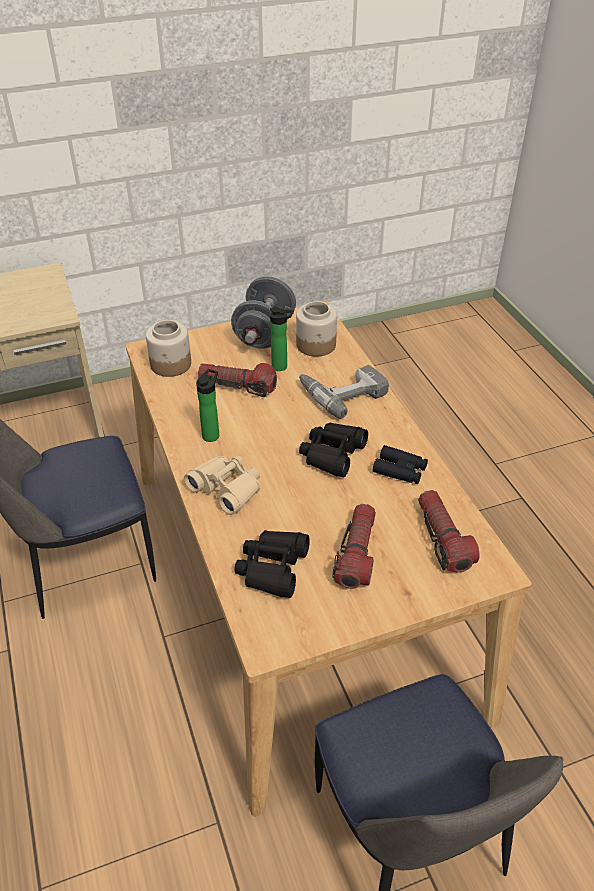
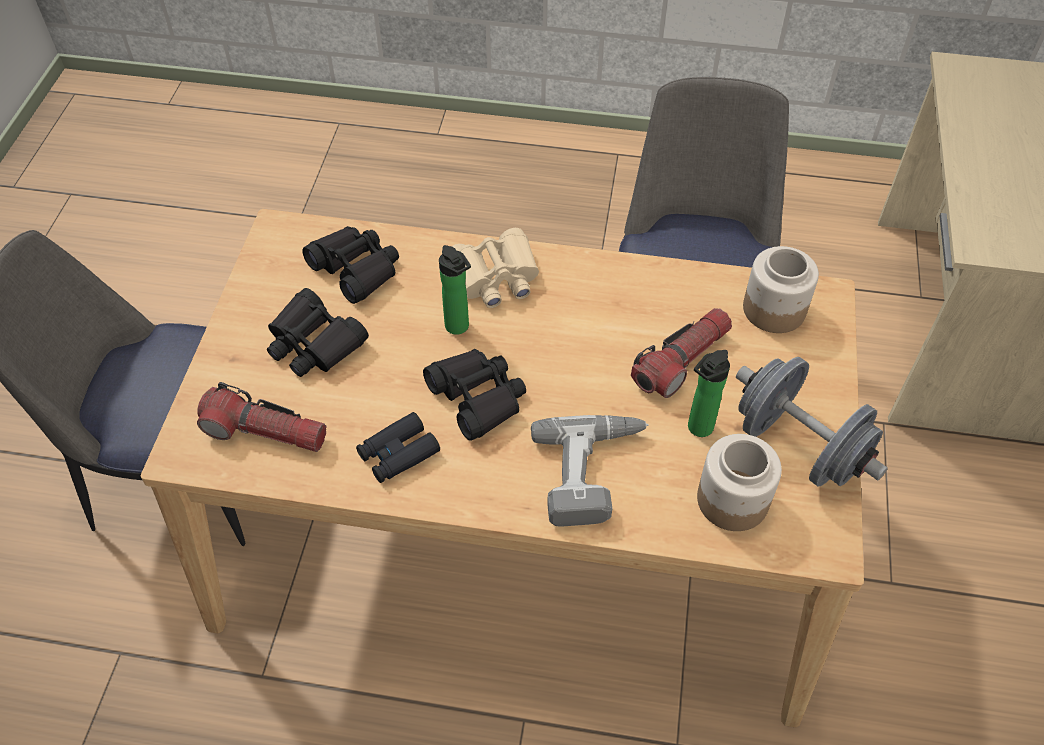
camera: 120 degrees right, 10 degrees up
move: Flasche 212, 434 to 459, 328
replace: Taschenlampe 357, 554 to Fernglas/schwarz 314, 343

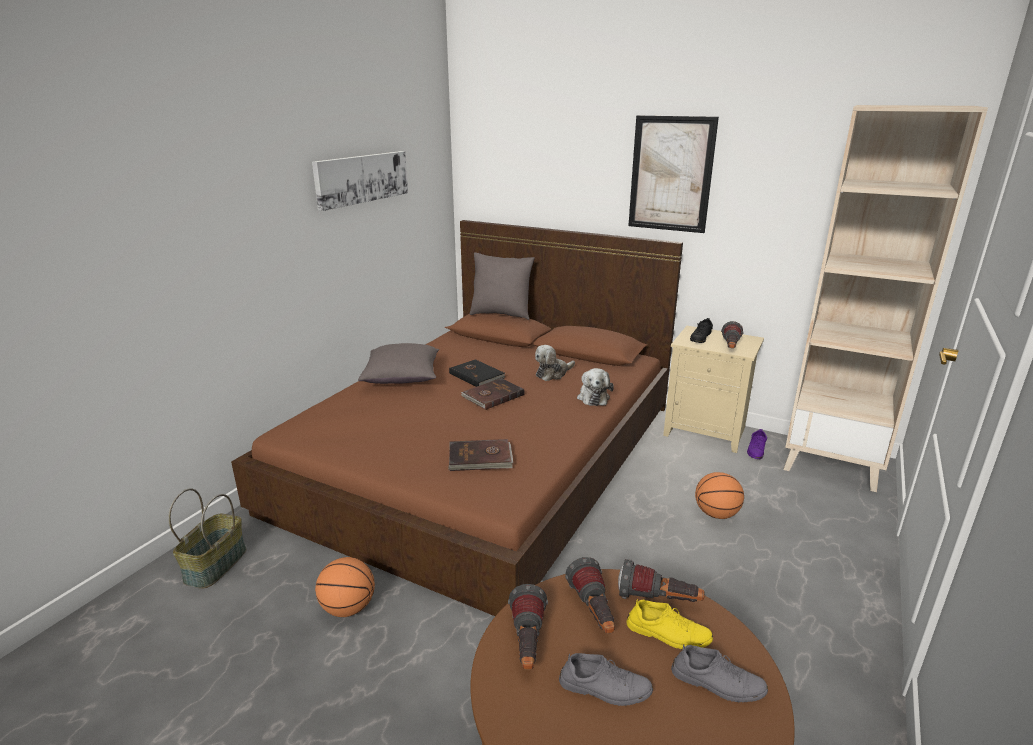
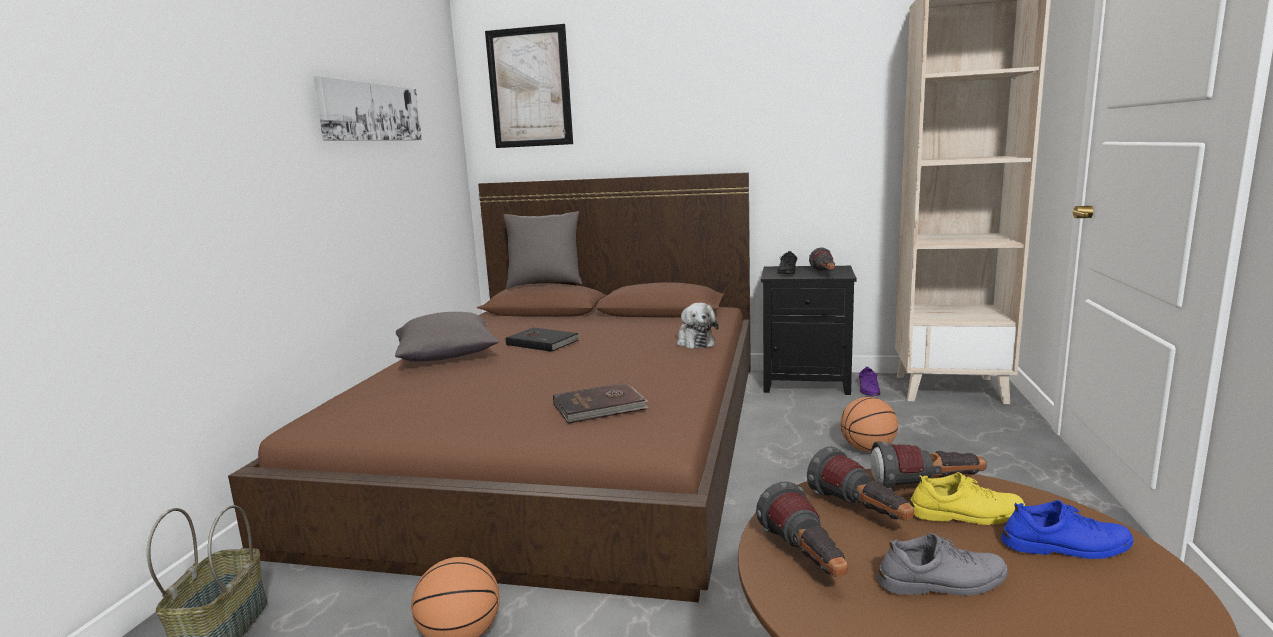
camera: 15 degrees left, 10 degrees down
delete: Buch/braun 492, 396; Plüschtier 553, 374
move: Bild 671, 174 to 529, 88
recolor: Nachttisch/beige 707, 431 to Nachttisch/schwarz 807, 382; Schuh/grau 717, 682 to Schuh/blau 1066, 546

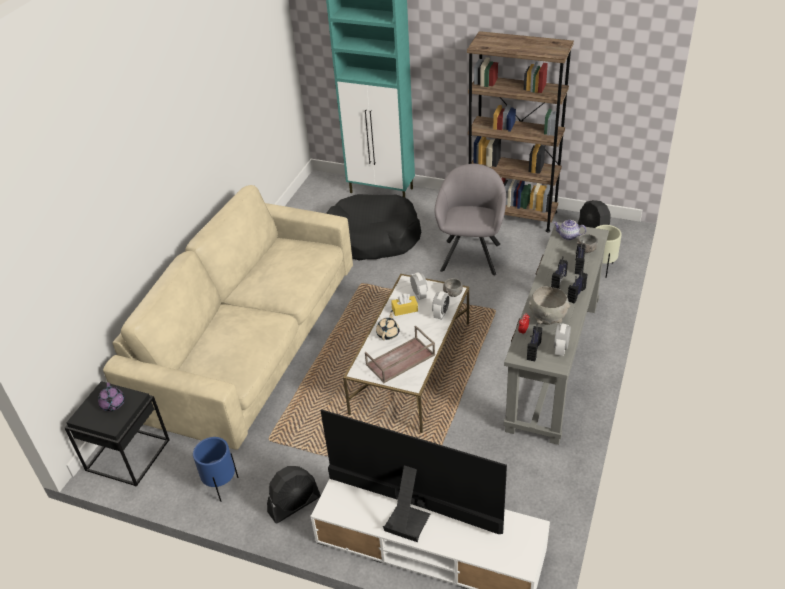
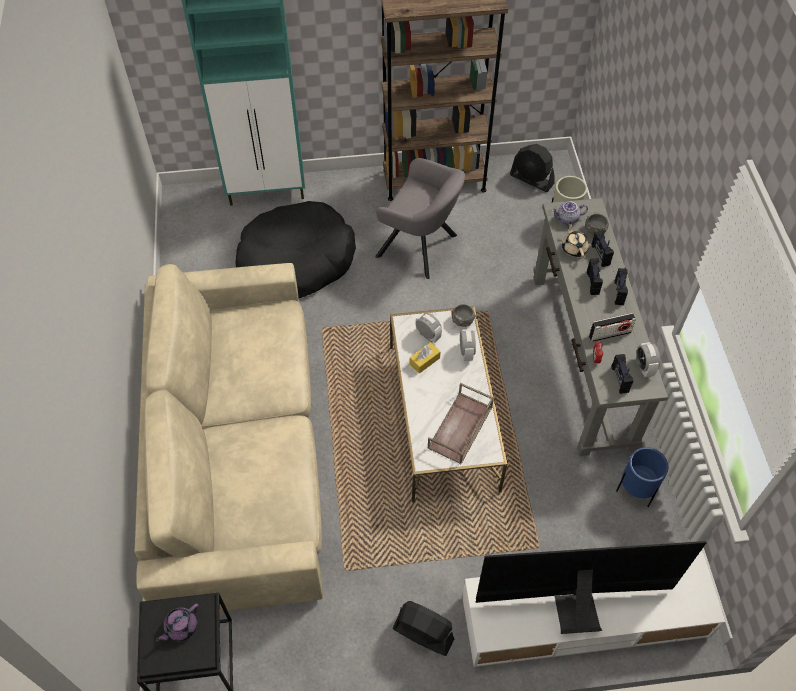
camera: 30 degrees left, 15 degrees up
move: Pflanzkübel/blau 221, 486 to 635, 491; Teekanne/beige 388, 333 to 574, 248
replace: Schüssel/grau 547, 318 to Radio 609, 334
rotate: Teekanne/lila 113, 404 = 181, 627 90 degrees clockwise; Ventilator/schwarz 294, 504 = 423, 633 90 degrees counterclockwise; Sessel/grau 471, 254 = 421, 248 135 degrees clockwise

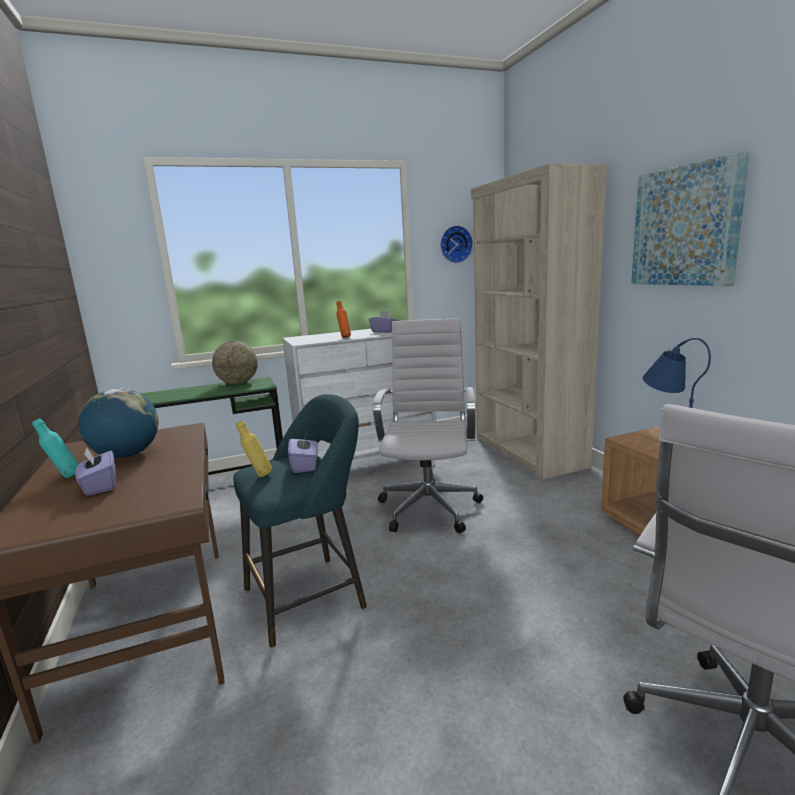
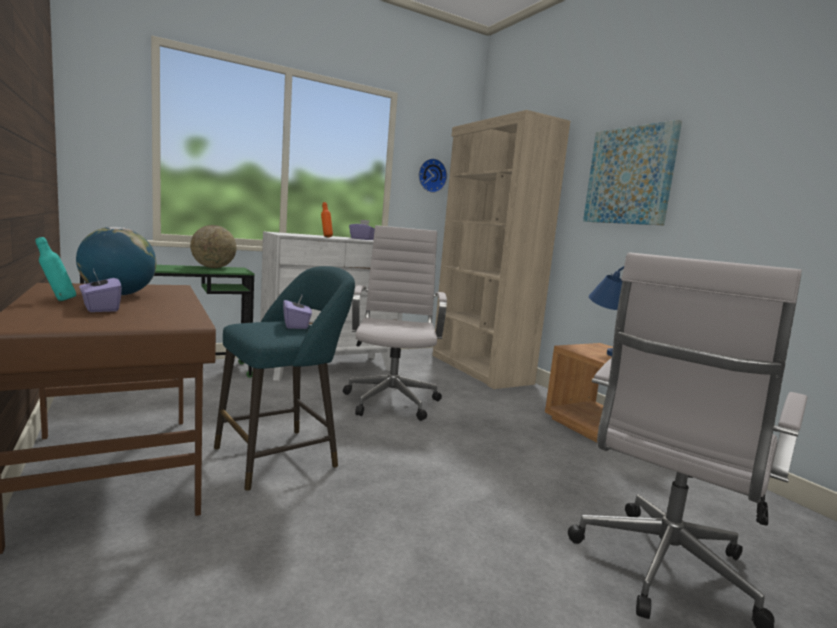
camera: 10 degrees left, 5 degrees down
delete: Flasche/gelb 258, 476

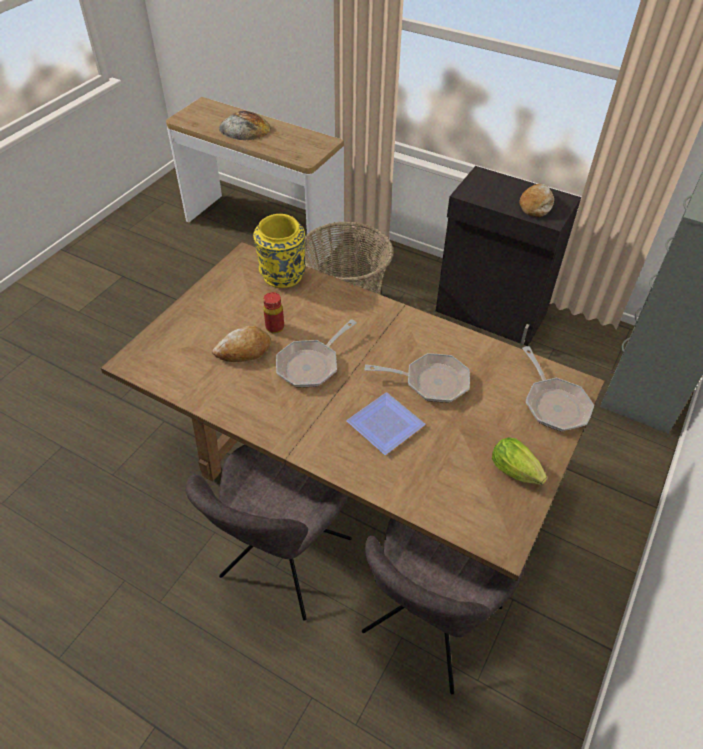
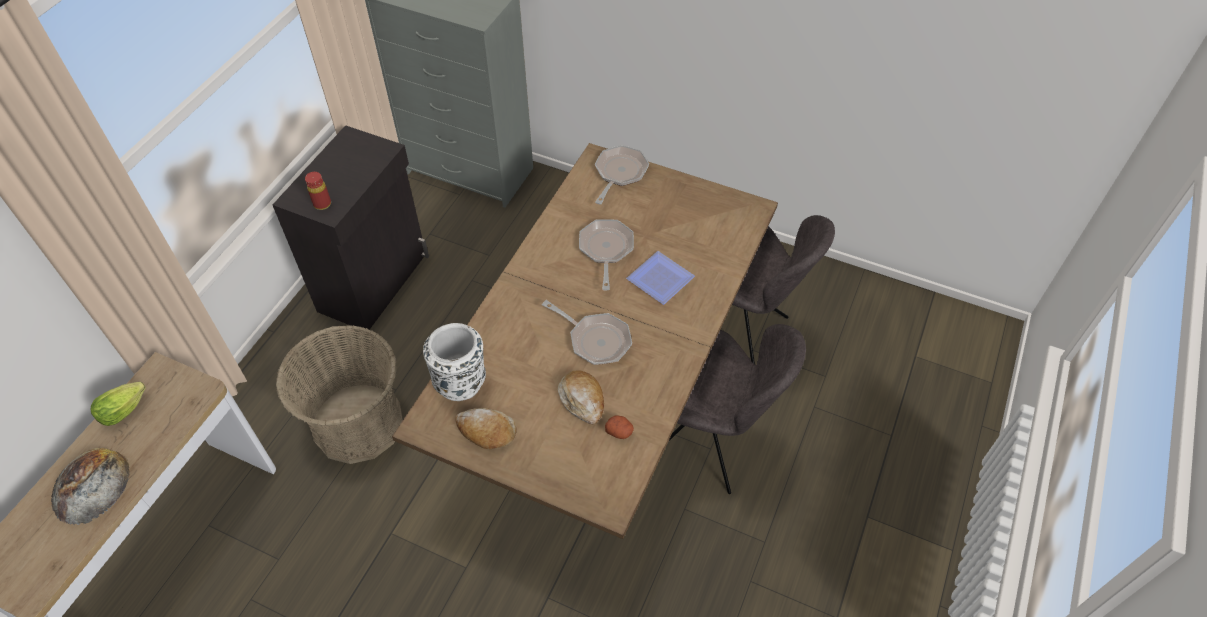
camera: 95 degrees left, 5 degrees up
insert: Kartoffel 619, 431
move: Flasche/rot 275, 327 to 322, 204; Salatkopf 517, 473 to 126, 409; Brot 536, 205 to 486, 431
recolor: Vase/gelb 283, 276 to Vase/weiß 461, 382
rotate: Pfanne 554, 404 = 619, 173 45 degrees counterclockwise

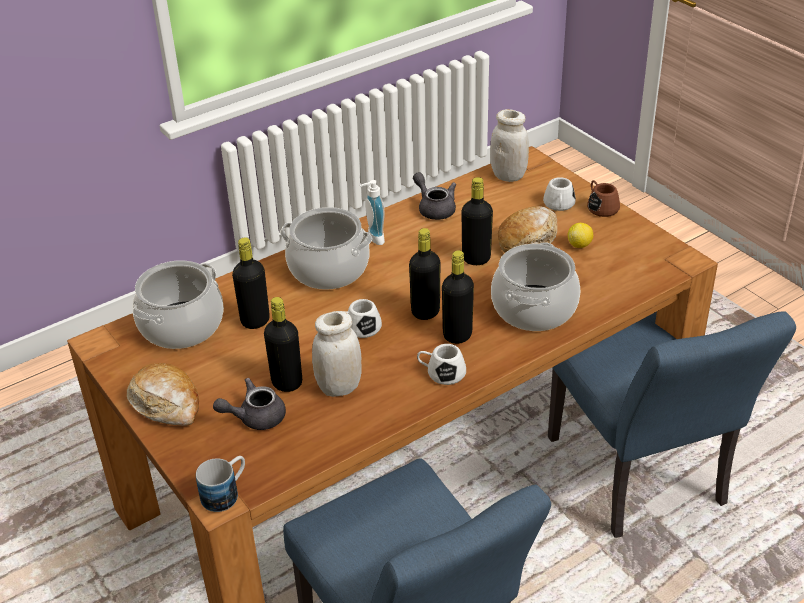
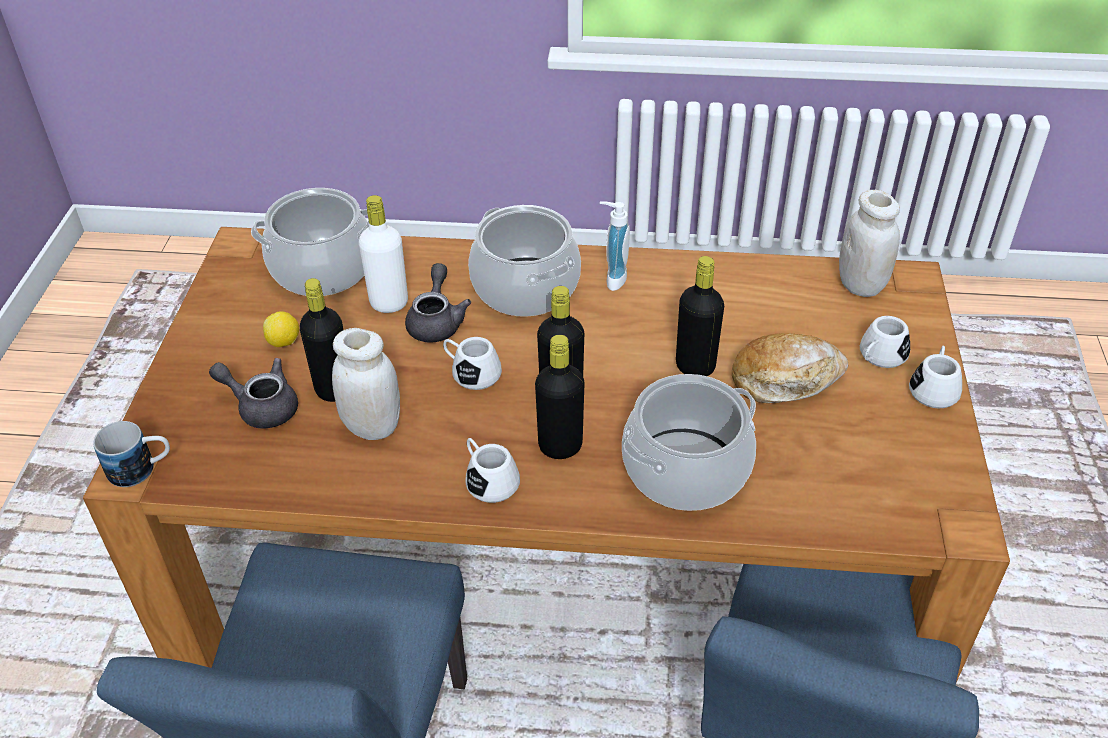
camera: 40 degrees right, 5 degrees up
delete: Brot 167, 404
move: Teekanne/grau 434, 208 to 437, 321; Zitrone 579, 245 to 284, 342
recolor: Flasche/schwarz 255, 321 to Flasche/weiß 389, 303; Henkelbecher/braun 600, 206 to Henkelbecher/weiß 934, 388

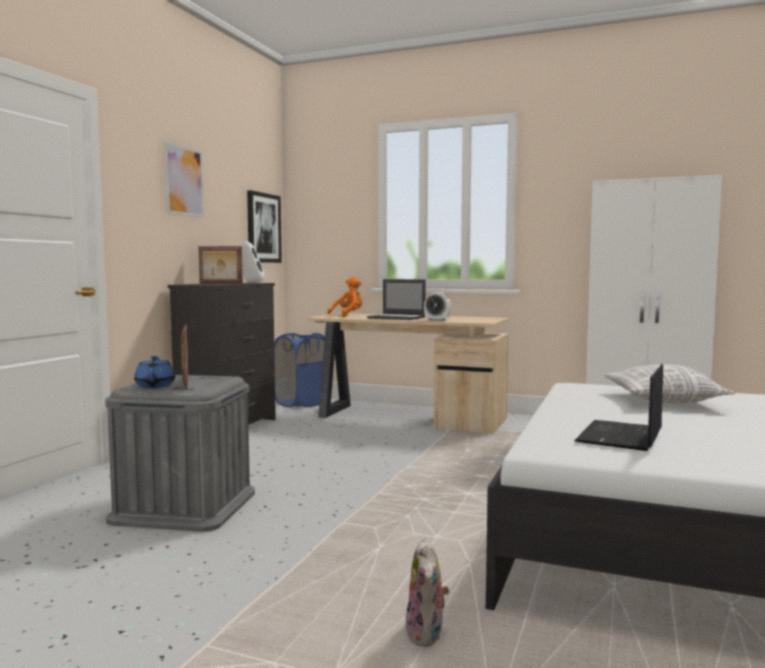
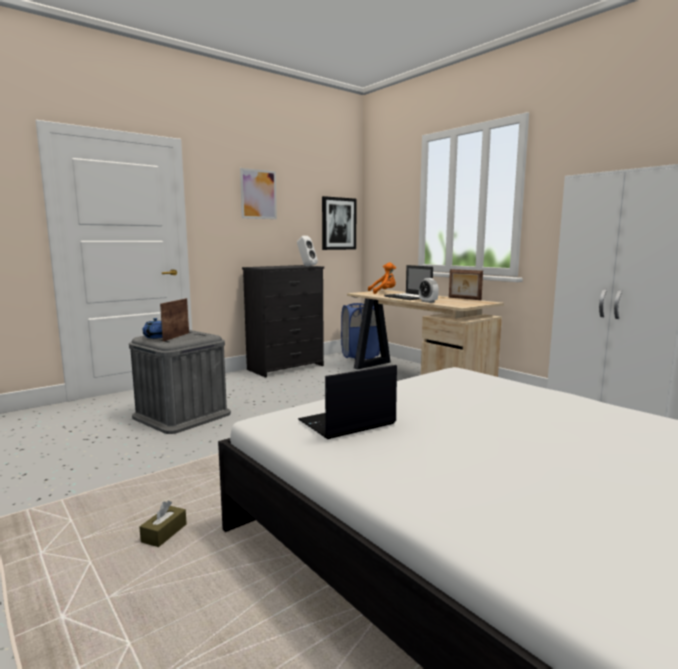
camera: 30 degrees right, 5 degrees up
delete: Kissen 663, 400
move: Bilderrahmen 220, 283 to 464, 298
replace: Plüschtier 427, 635 to Taschentuchbox/braun 164, 534

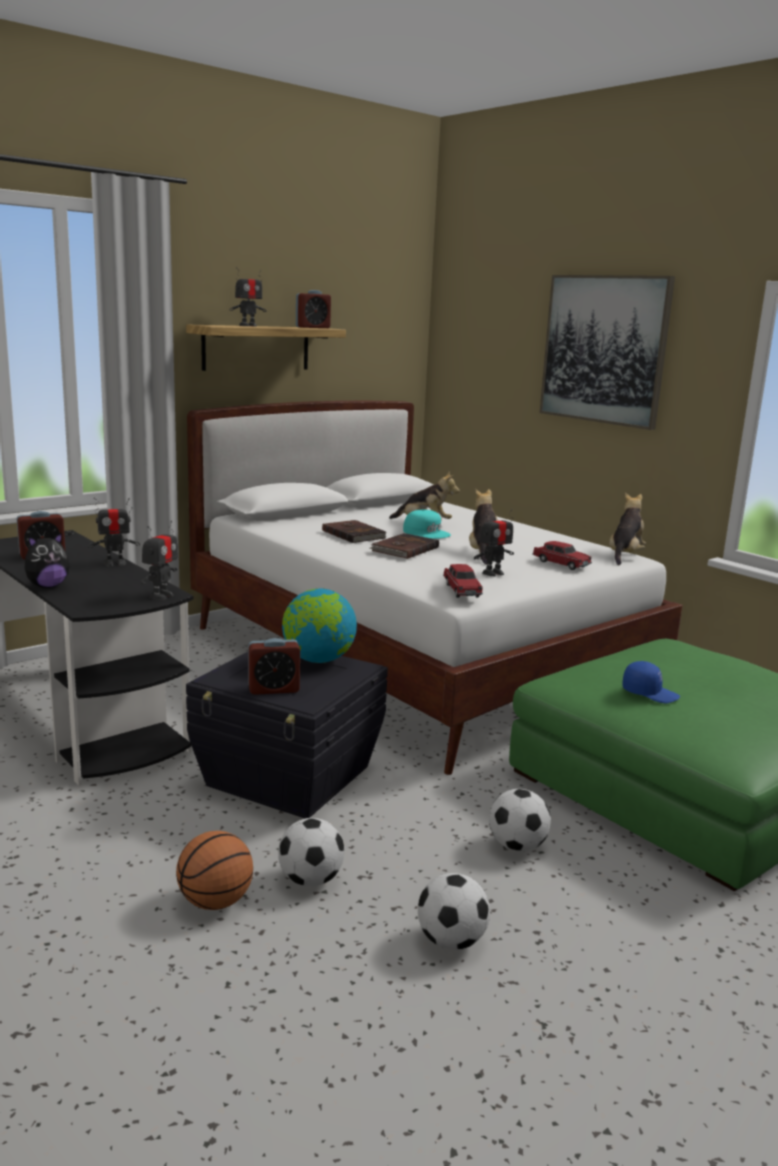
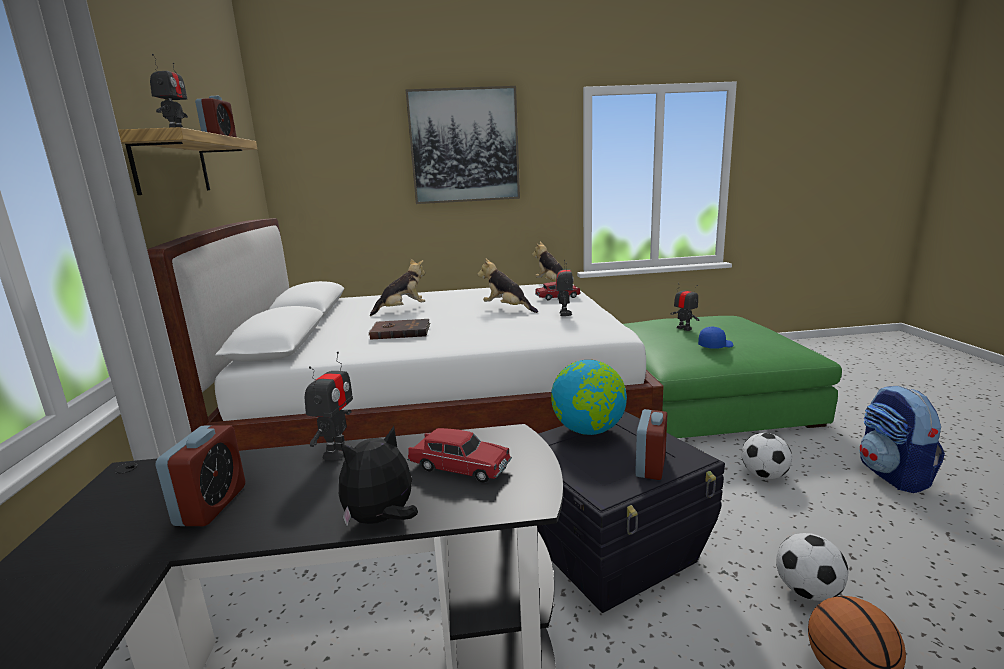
camera: 55 degrees left, 0 degrees up
delete: Buch/braun 404, 549; Kappe/türkis 427, 533; Fußball 451, 941
insert: Rucksack 893, 475
move: Spielzeugroboter 161, 596 to 684, 328; Spielzeugauto/rot 461, 590 to 459, 468
rotate: Plüschtier 47, 586 = 382, 520 120 degrees counterclockwise

